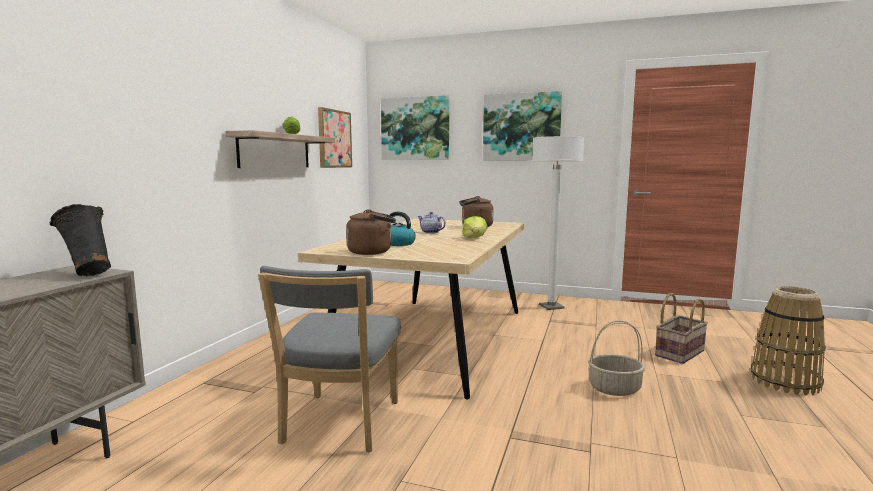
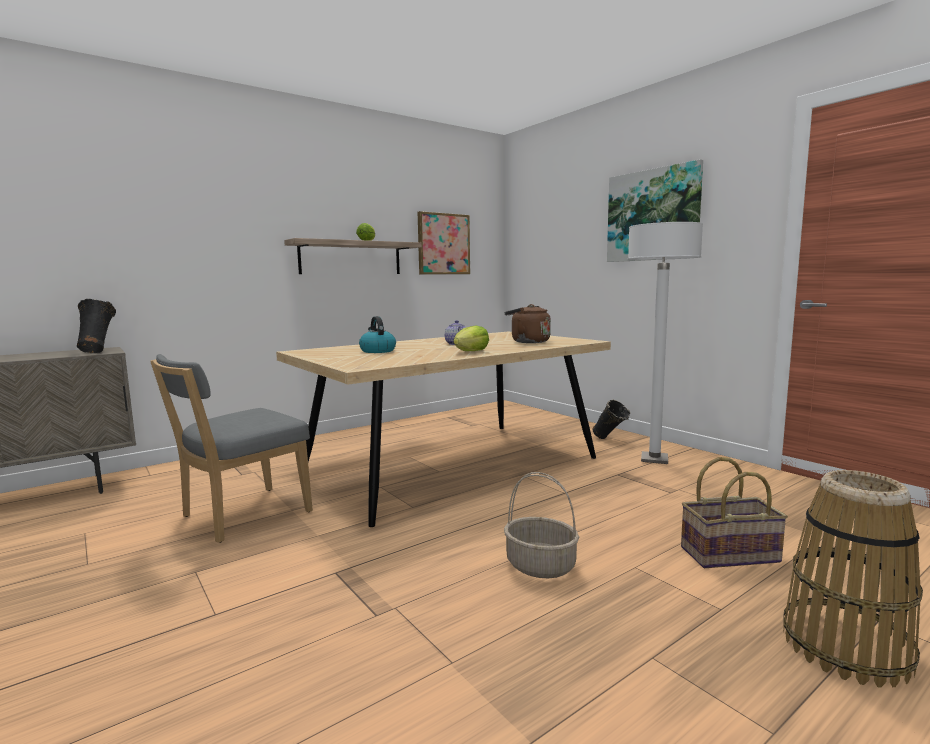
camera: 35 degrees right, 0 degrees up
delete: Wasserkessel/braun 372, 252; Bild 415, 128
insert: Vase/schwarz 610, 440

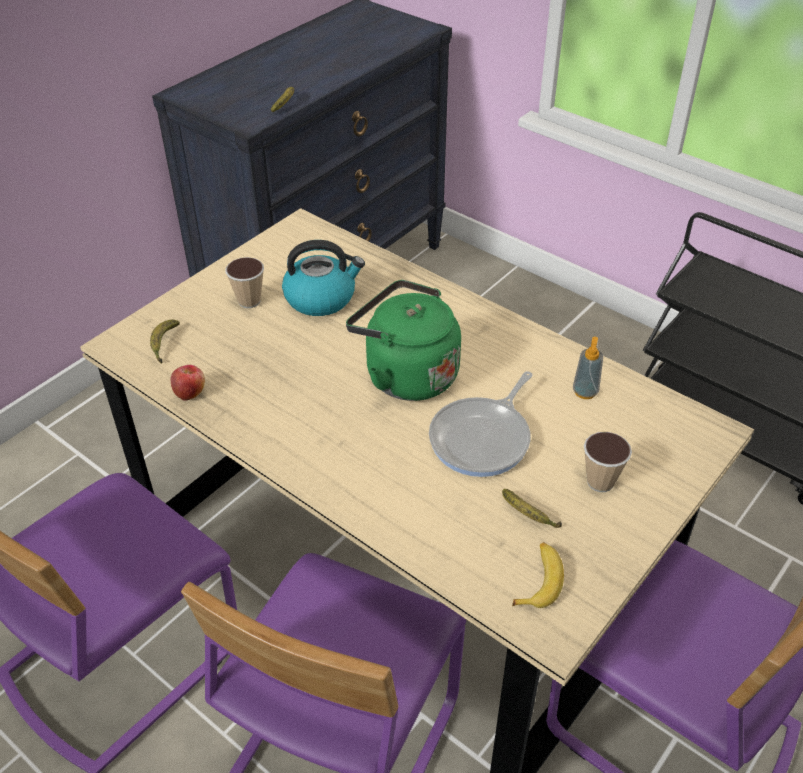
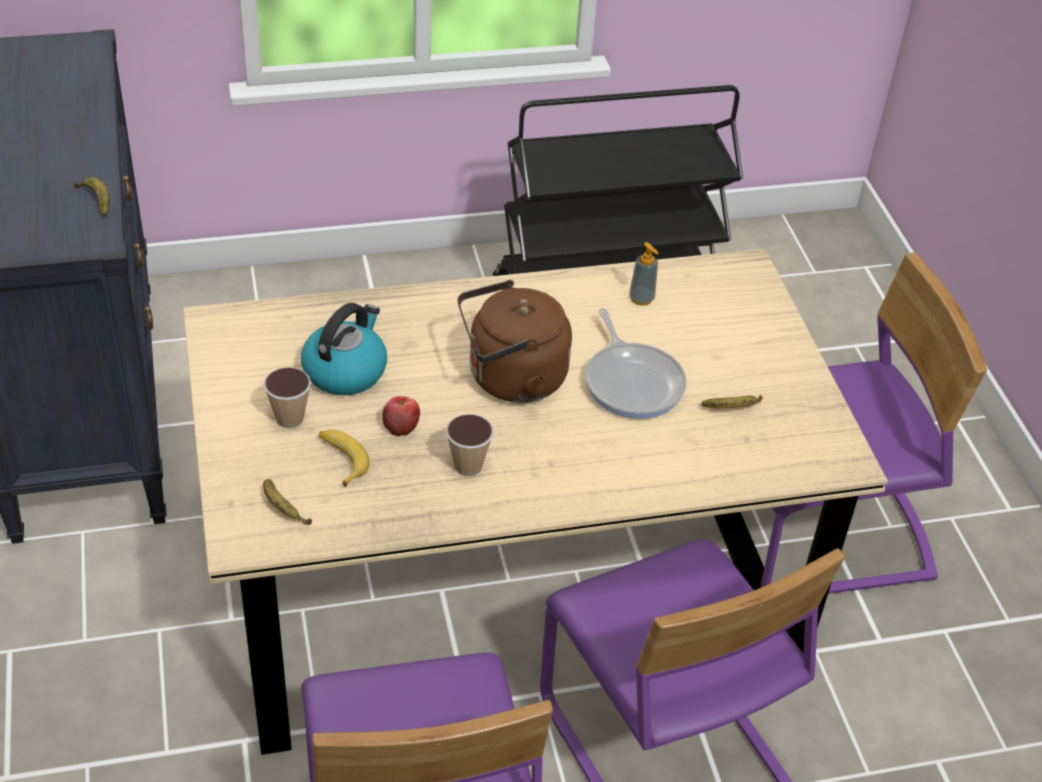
camera: 55 degrees left, 0 degrees up
move: Apfel 190, 392 to 401, 426; Banane 539, 580 to 341, 459; Tasse 600, 482 to 468, 466
recolor: Wasserkessel/grün 406, 374 to Wasserkessel/braun 511, 379

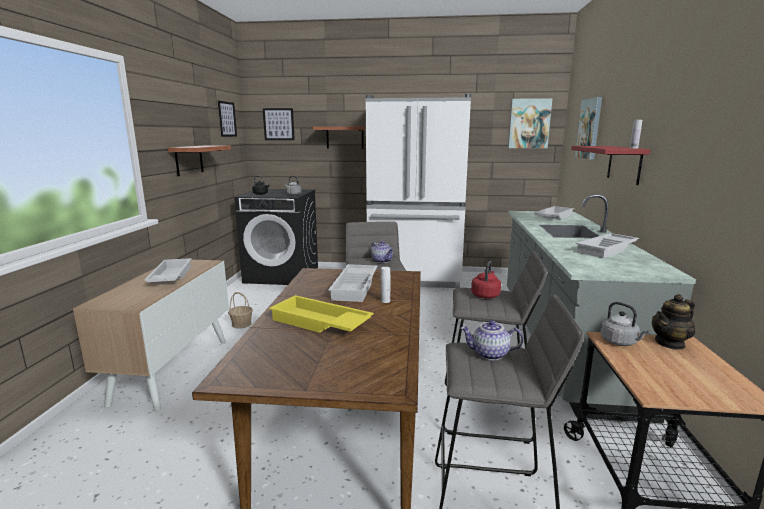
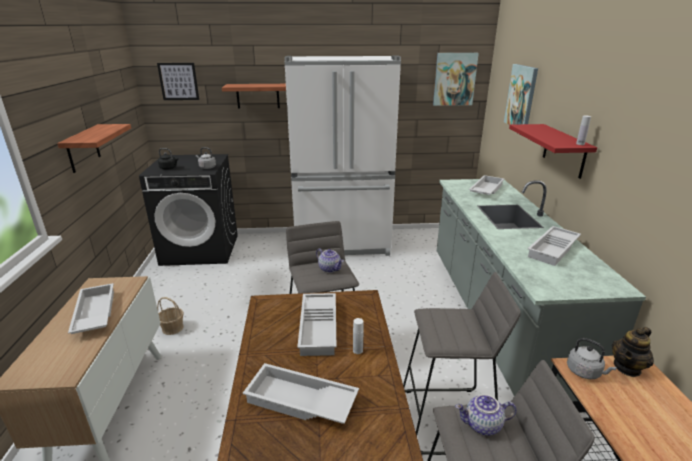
camera: 10 degrees left, 10 degrees up
delete: Bild 227, 119; Wasserkessel/rot 485, 295
recolor: Tablett/gelb 319, 323 to Tablett/weiß 300, 402

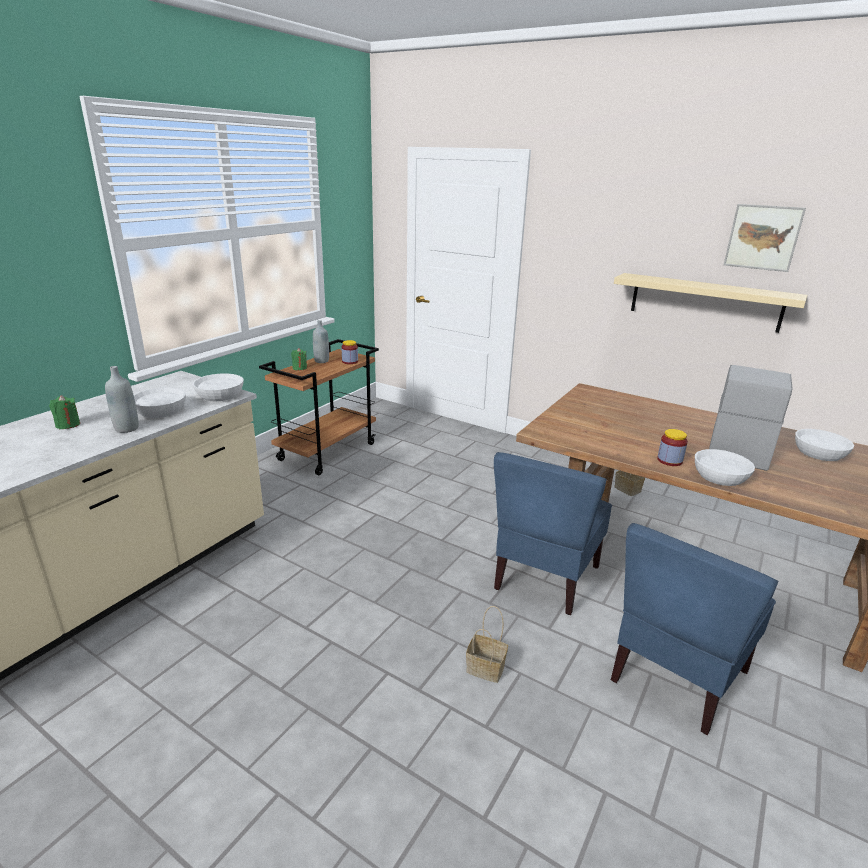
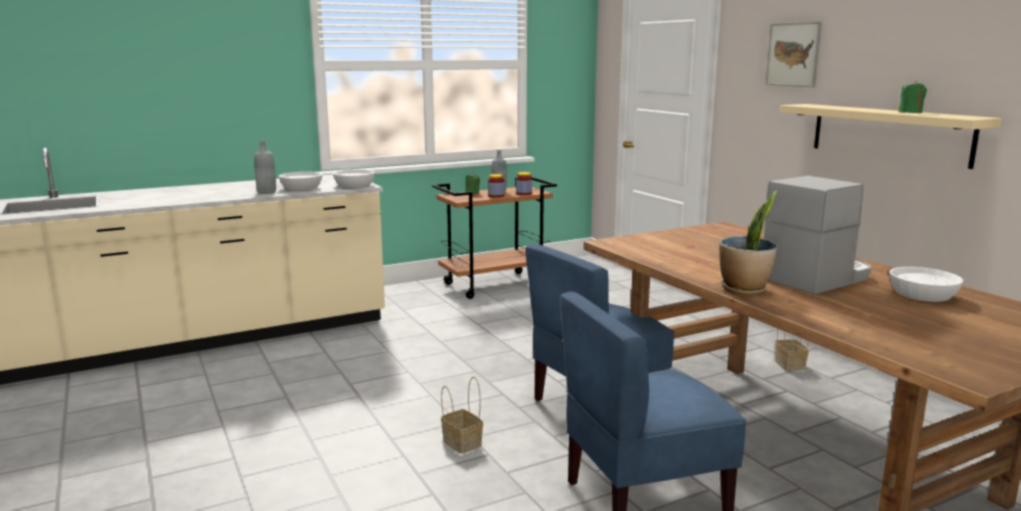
camera: 30 degrees right, 10 degrees down
move: Kerze/grün 68, 425 to 910, 112; Vorratsglas 669, 460 to 496, 196; Bild 763, 237 to 793, 54
replace: Schüssel/weiß 719, 476 to Topfpflanze 744, 289

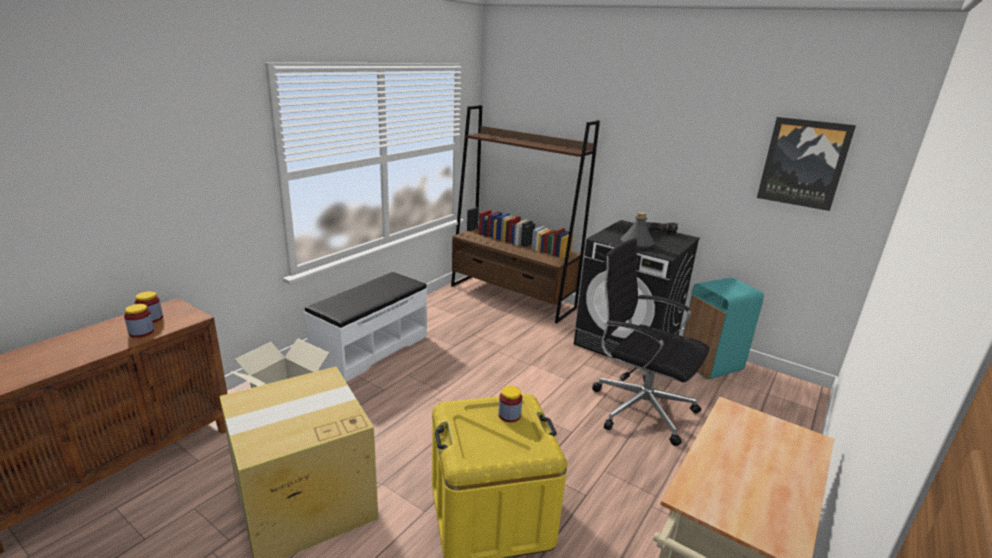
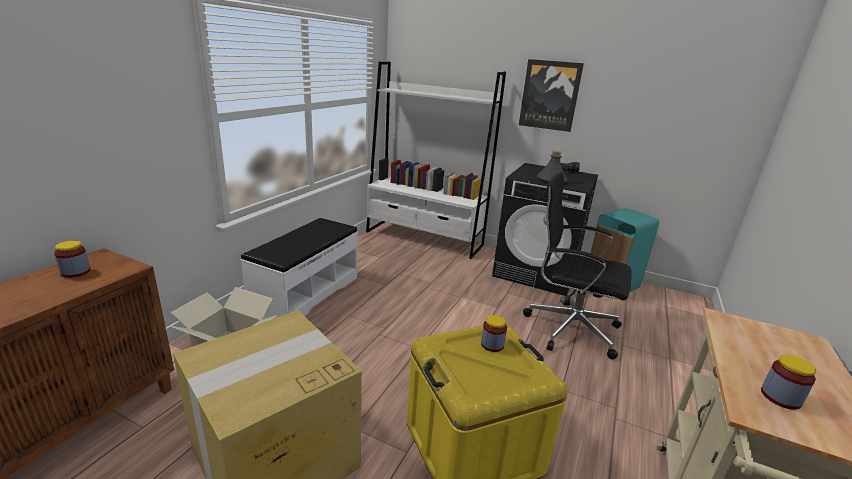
camera: 10 degrees left, 0 degrees up
move: Vorratsglas 141, 332 to 780, 397; Bild 803, 163 to 549, 95
recolor: Bücherregal/braun 512, 297 to Bücherregal/weiß 424, 238

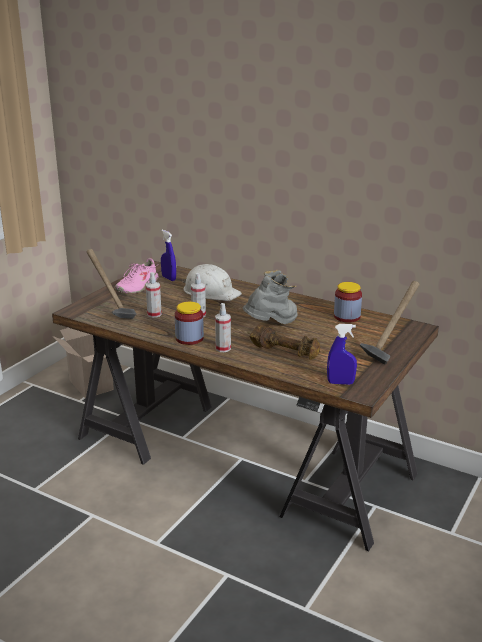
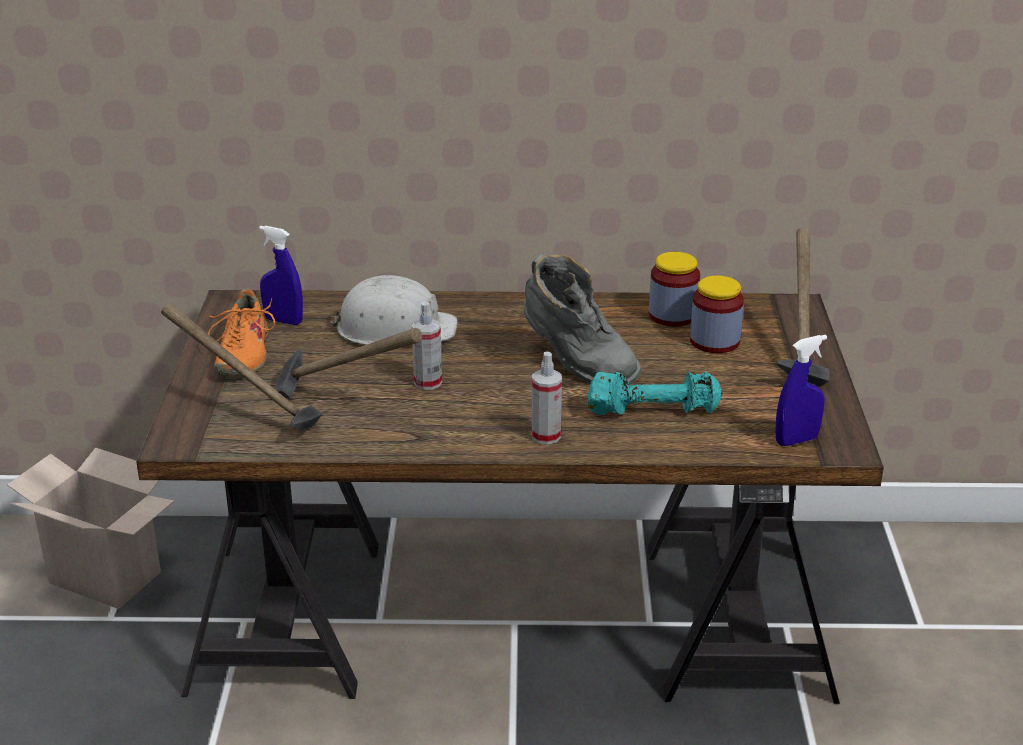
camera: 30 degrees left, 5 degrees up
move: Vorratsglas 189, 338 to 714, 341
replace: Sprühflasche 154, 314 to Hammer 345, 404
recolor: Schuh/rosa 137, 286 to Schuh/orange 242, 354; Hantel/braun 285, 352 to Hantel/türkis 652, 410
rotate: Stiefel/grau 272, 325 = 576, 366 120 degrees clockwise

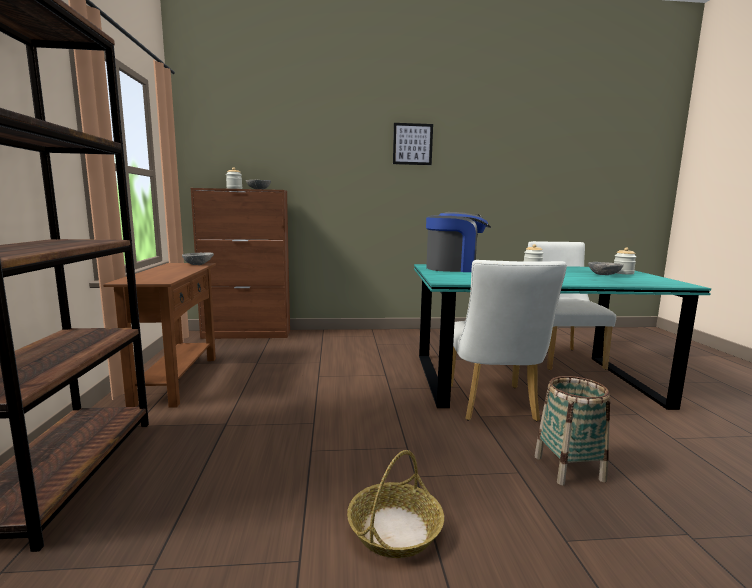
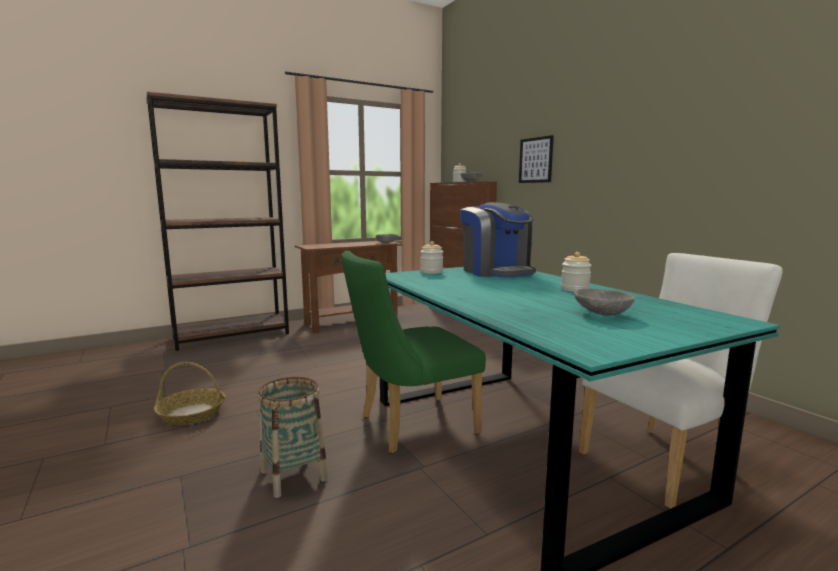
camera: 65 degrees right, 0 degrees up
move: Bild 412, 144 to 535, 160; Vorratsglas 623, 273 to 431, 272
recolor: Stuhl/weiß 493, 406 to Stuhl/grün 410, 426

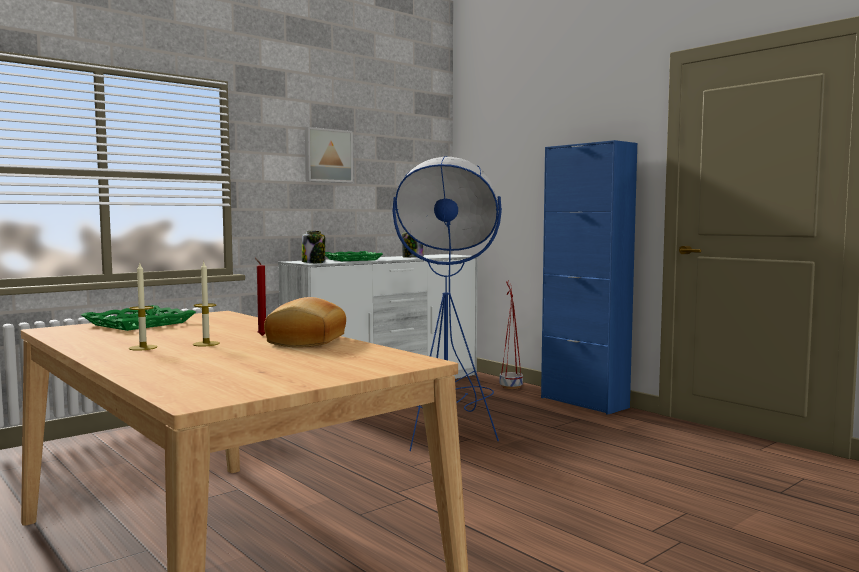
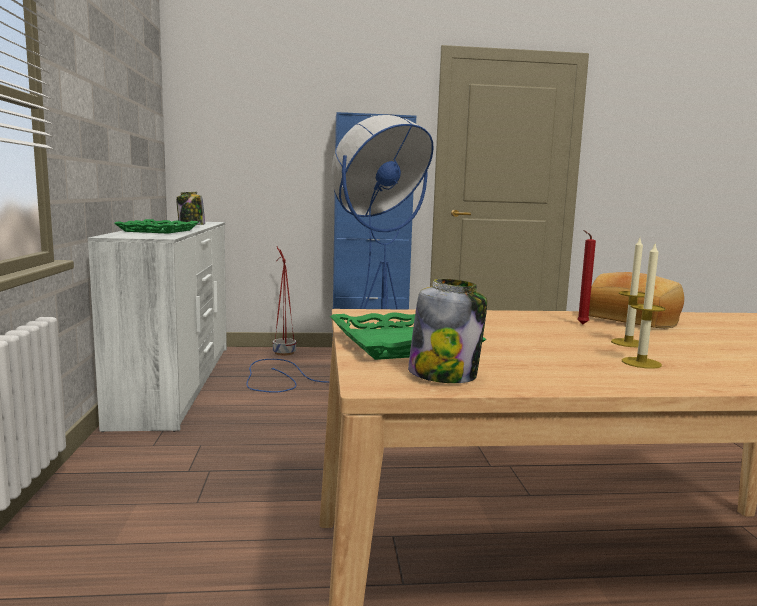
camera: 55 degrees left, 5 degrees up
delete: Bild 327, 155
move: Vorratsglas 314, 262 to 444, 375

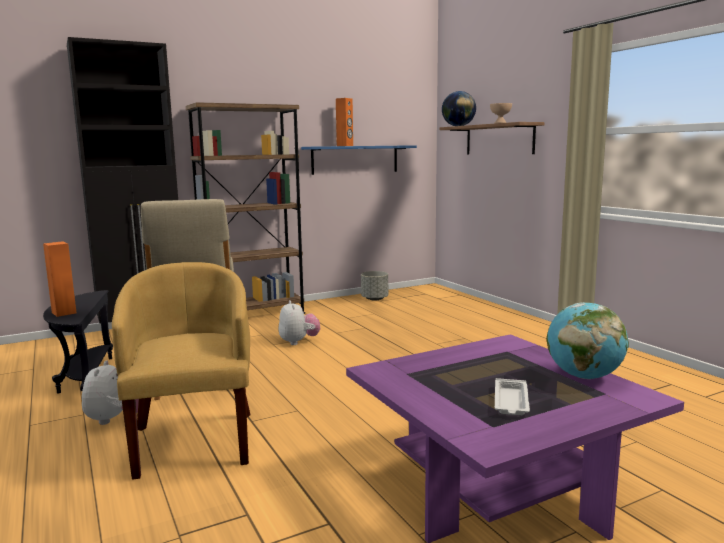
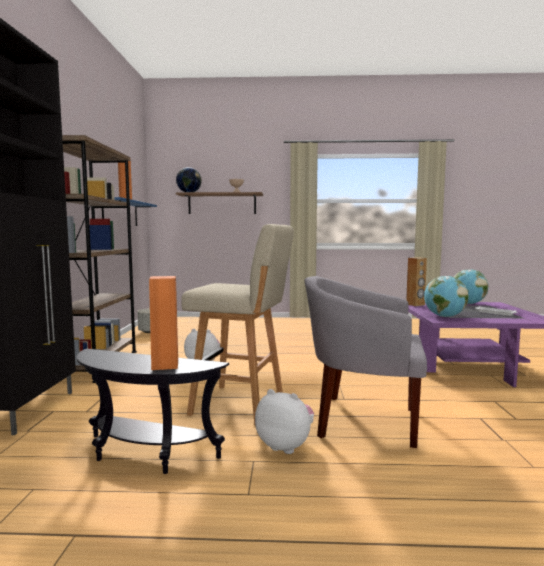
camera: 60 degrees left, 5 degrees down
insert: Lautsprecher/braun 415, 304; Globus 444, 316
recolor: Sessel/gelb 194, 441 to Sessel/grau 362, 420

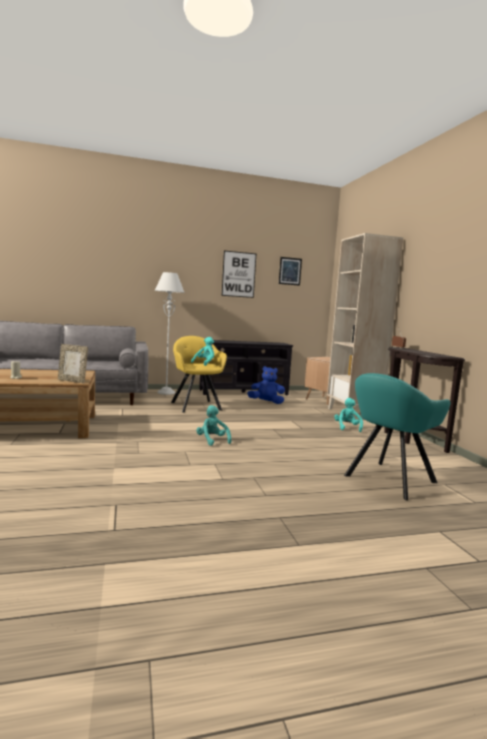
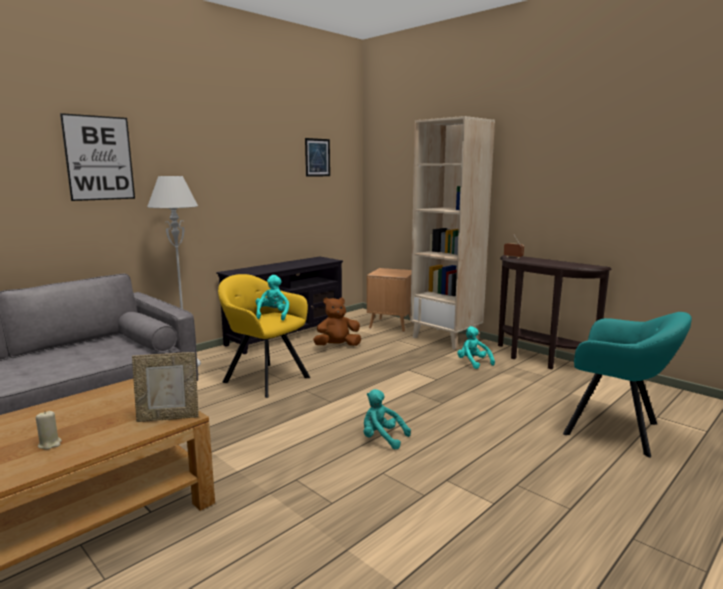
camera: 30 degrees left, 5 degrees up
move: Bild 238, 274 to 99, 158
recolor: Plüschtier/blau 266, 402 to Plüschtier/braun 337, 346
rotate: Sessel/türkis 387, 480 = 617, 430 75 degrees counterclockwise

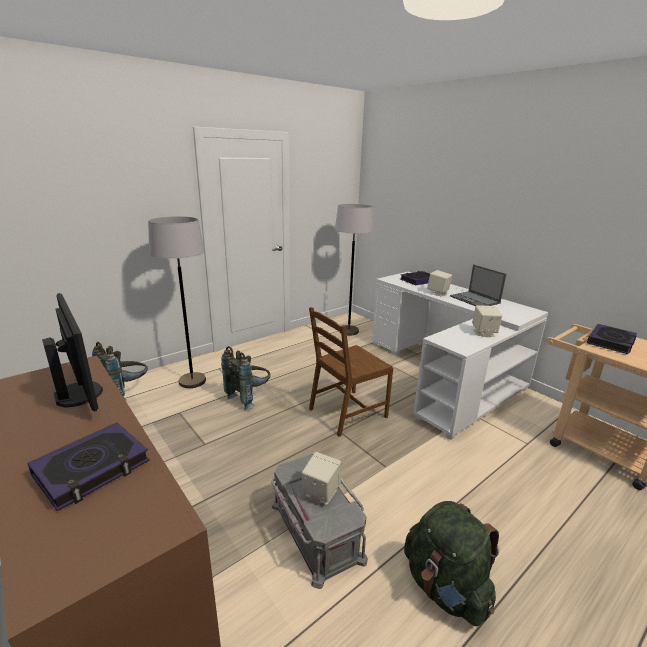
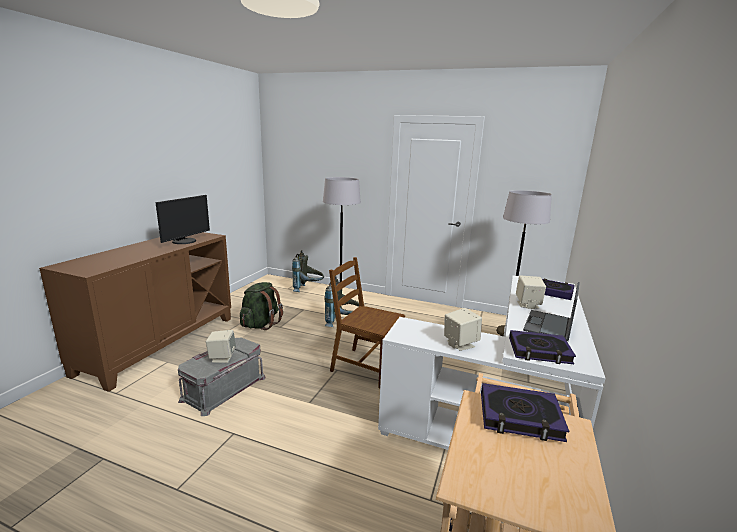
camera: 60 degrees right, 5 degrees down
move: Buch 92, 469 to 539, 351; Rucksack/grün 445, 587 to 261, 324

